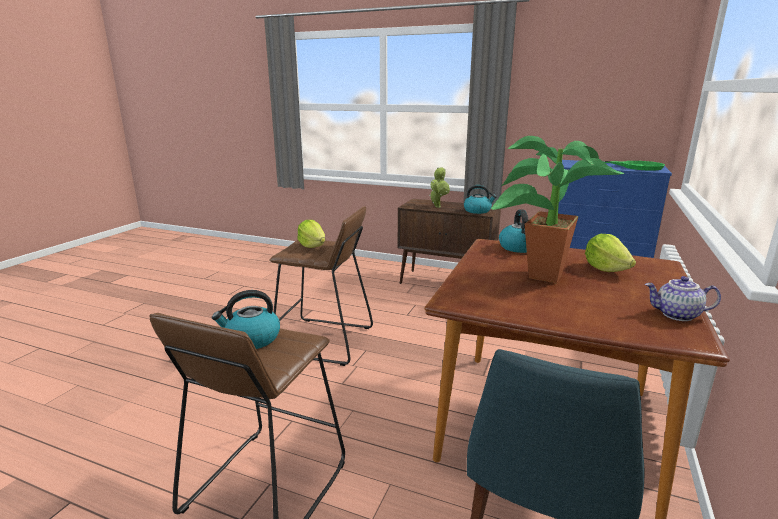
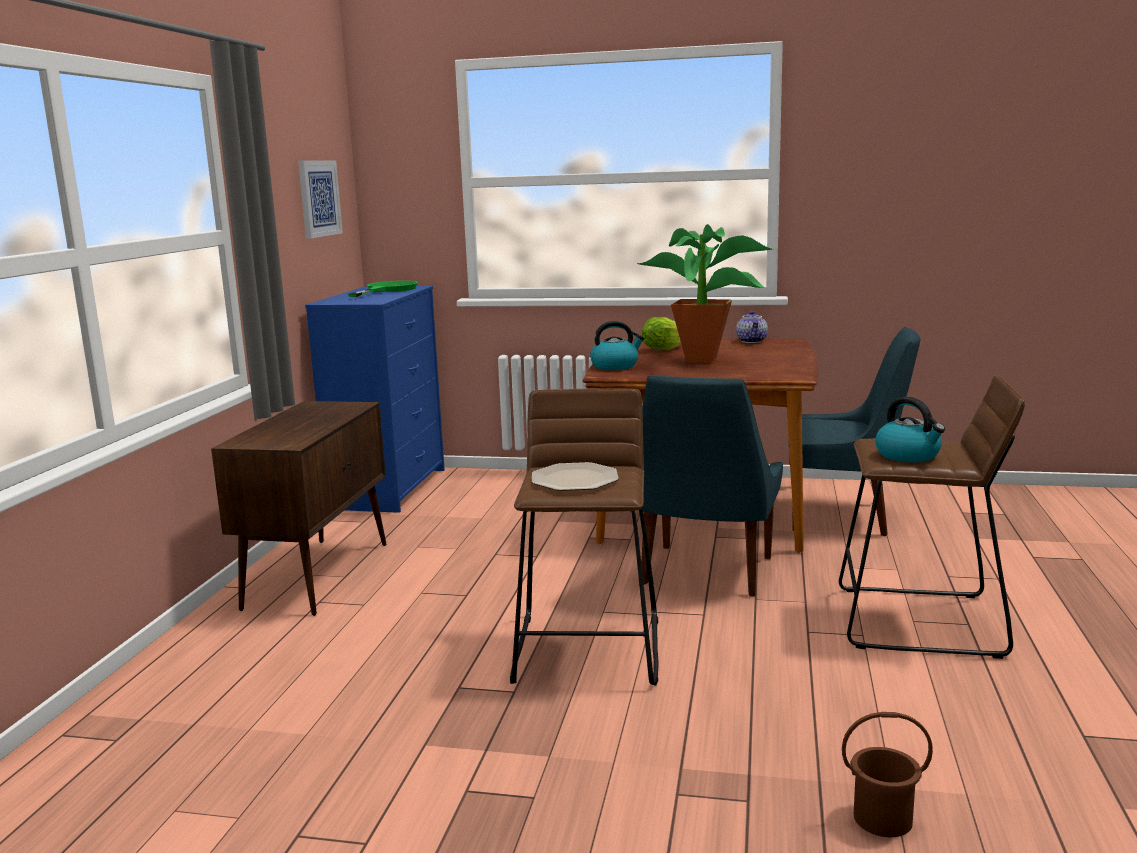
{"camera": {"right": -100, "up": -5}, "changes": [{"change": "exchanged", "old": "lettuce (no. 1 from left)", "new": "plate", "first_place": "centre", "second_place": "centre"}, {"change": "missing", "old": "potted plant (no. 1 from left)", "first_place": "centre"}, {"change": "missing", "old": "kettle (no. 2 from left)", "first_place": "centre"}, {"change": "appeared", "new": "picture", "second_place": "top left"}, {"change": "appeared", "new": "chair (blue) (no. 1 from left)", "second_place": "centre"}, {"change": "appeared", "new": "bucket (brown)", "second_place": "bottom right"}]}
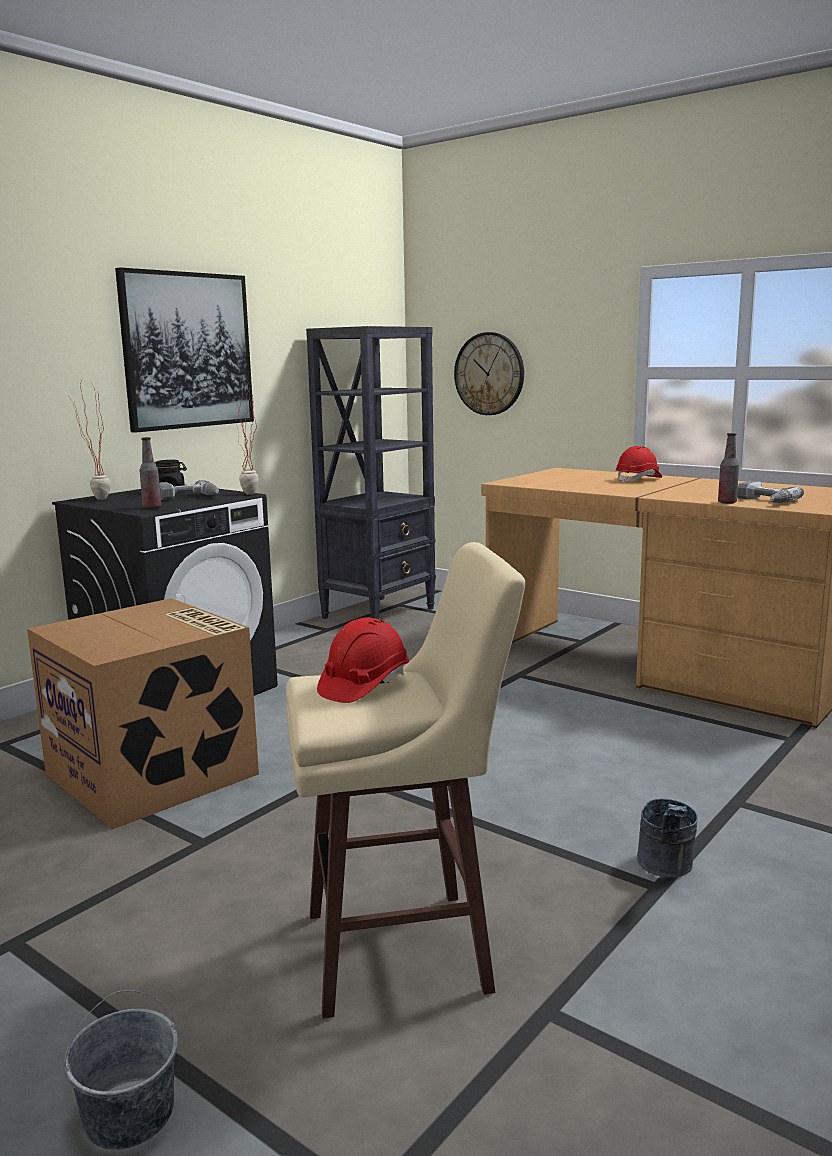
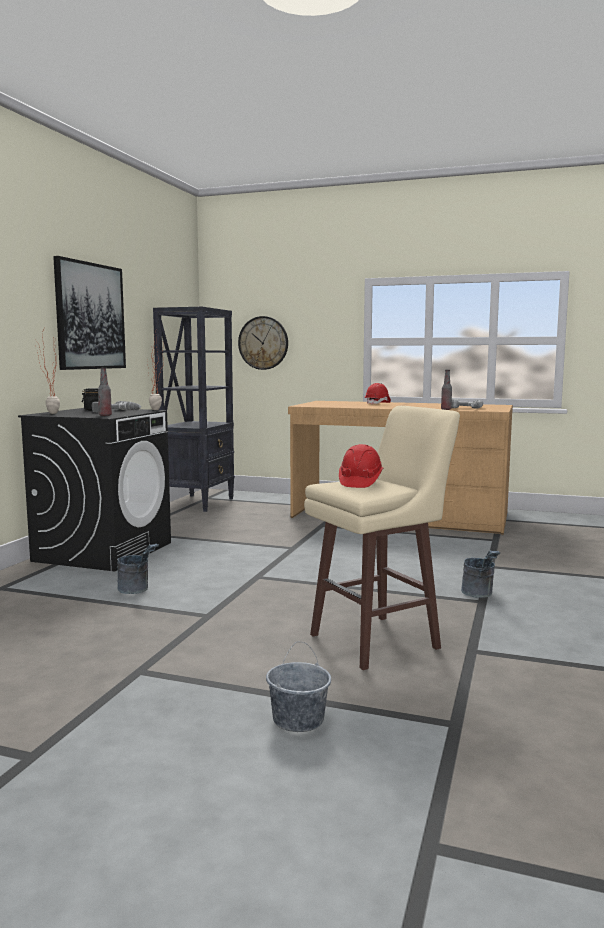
{"camera": {"right": -20, "up": -5}, "changes": [{"change": "exchanged", "old": "cardboard box", "new": "bucket (grey) (no. 1 from left)", "first_place": "middle left", "second_place": "middle left"}]}
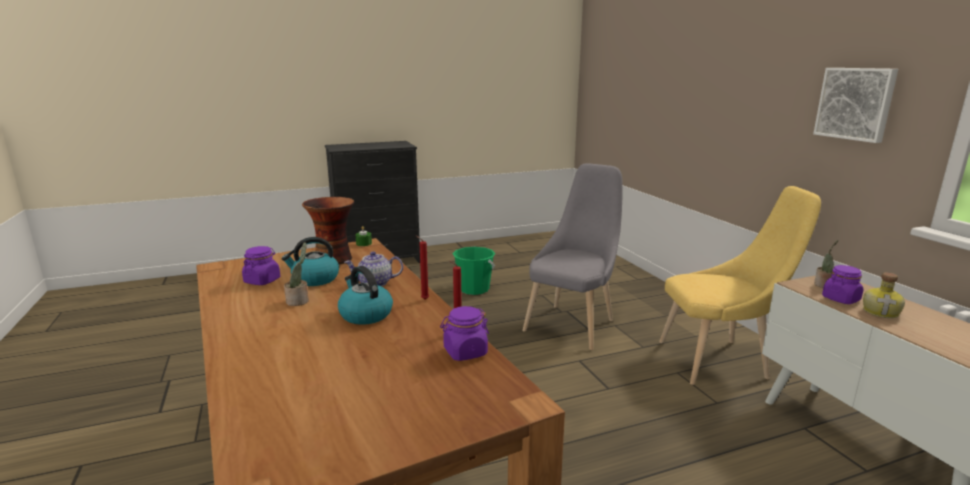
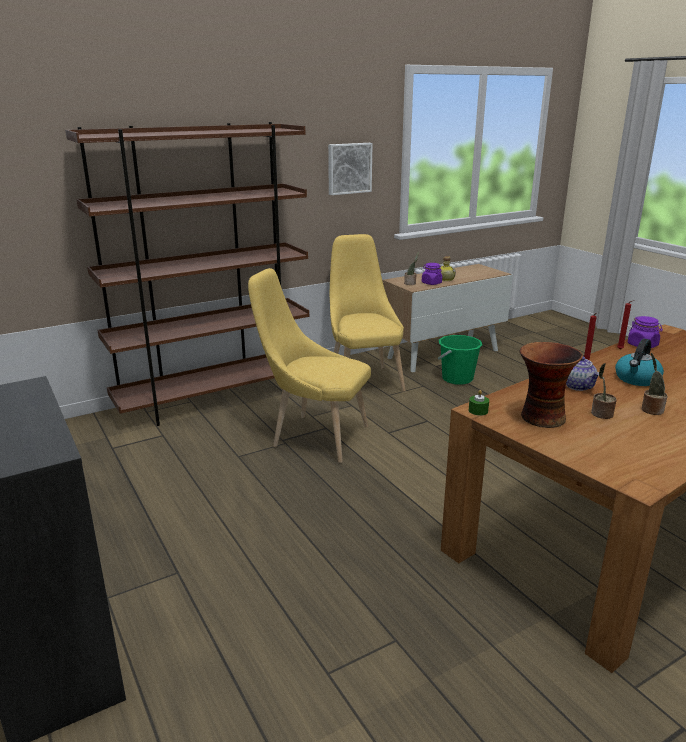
{"camera": {"right": -100, "up": 5}, "changes": [{"change": "missing", "old": "jar (purple) (no. 1 from left)", "first_place": "middle left"}, {"change": "exchanged", "old": "kettle (no. 1 from left)", "new": "potted plant (no. 2 from left)", "first_place": "middle left", "second_place": "middle right"}, {"change": "relocated", "old": "bucket (green)", "first_place": "centre", "second_place": "middle right"}, {"change": "colour", "old": "chair (grey)", "new": "chair (yellow) (no. 1 from left)", "first_place": "centre", "second_place": "centre"}, {"change": "appeared", "new": "bookcase (brown)", "second_place": "middle left"}]}
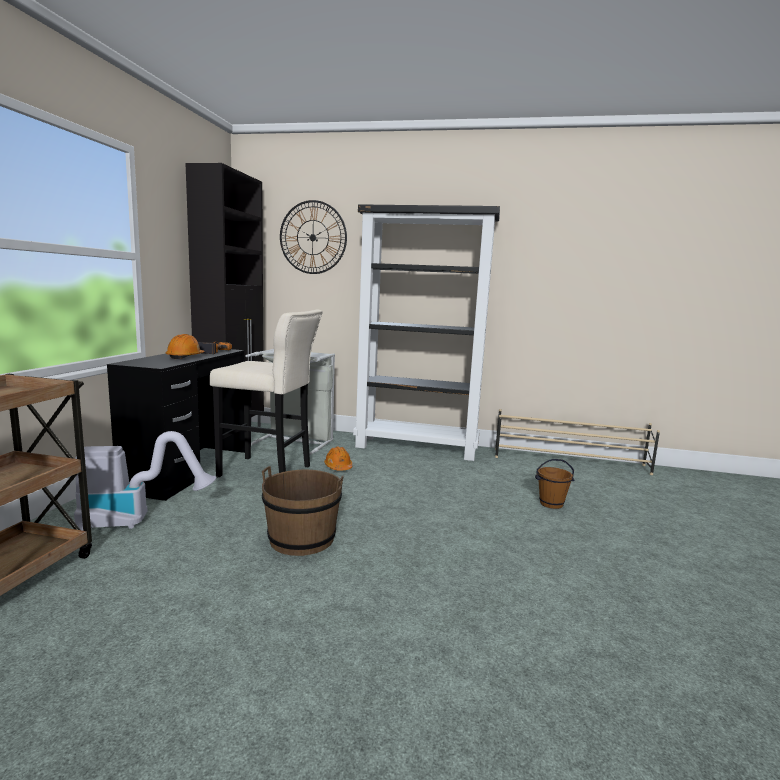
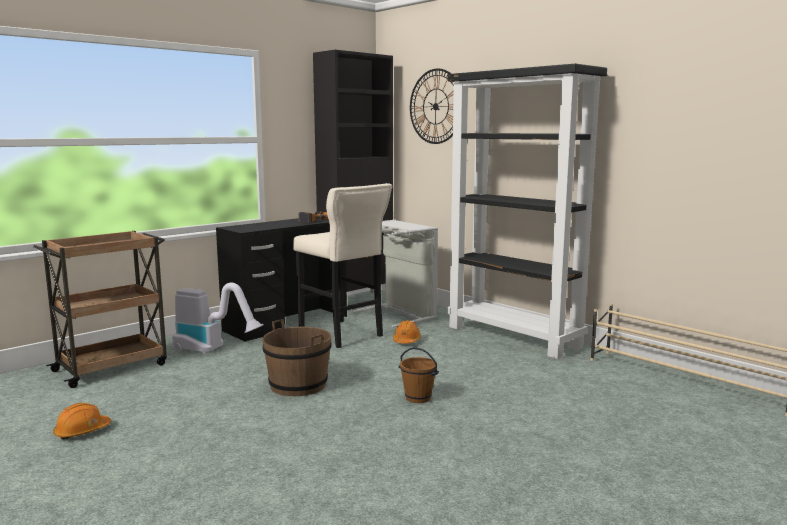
{"camera": {"right": 35, "up": 0}, "changes": [{"change": "relocated", "old": "hard hat (orange) (no. 1 from left)", "first_place": "middle left", "second_place": "bottom left"}, {"change": "relocated", "old": "bucket (brown) (no. 2 from left)", "first_place": "middle right", "second_place": "bottom centre"}]}
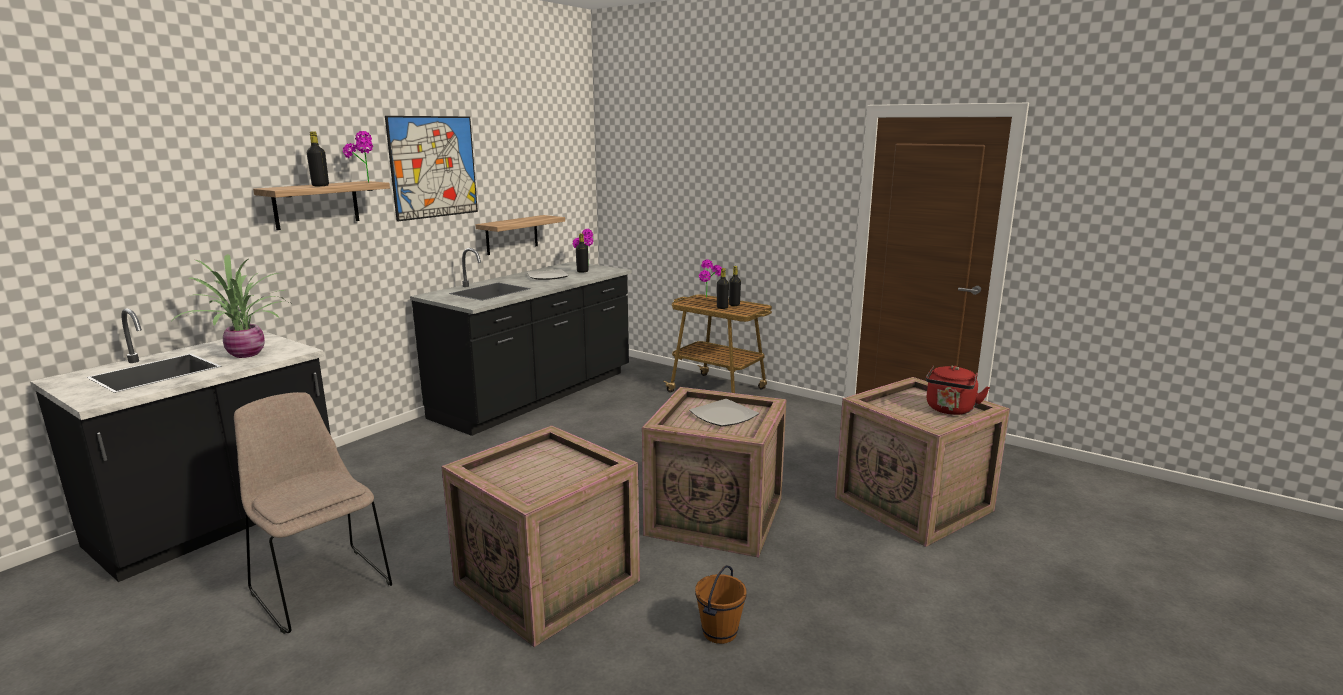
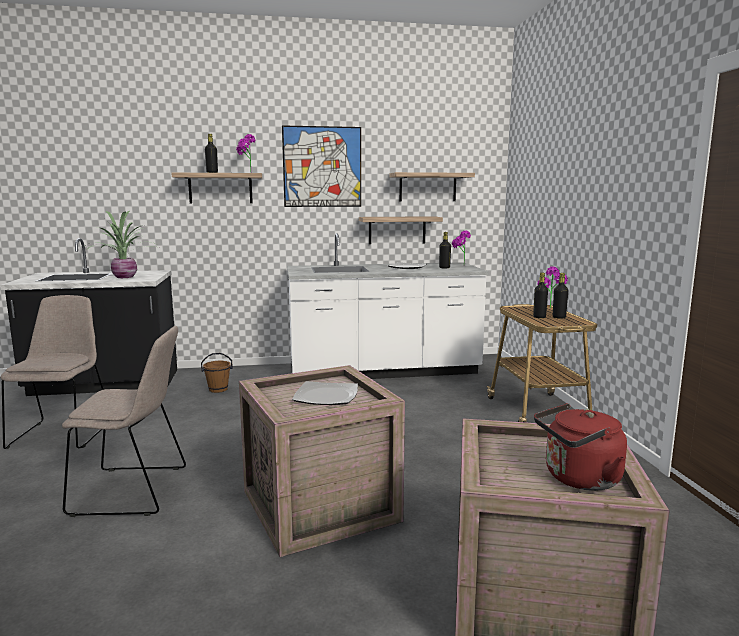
{"camera": {"right": 45, "up": -5}, "changes": [{"change": "colour", "old": "counter (black) (no. 2 from left)", "new": "counter (white)", "first_place": "centre", "second_place": "centre"}, {"change": "exchanged", "old": "crate (no. 1 from left)", "new": "chair (beige) (no. 2 from left)", "first_place": "bottom centre", "second_place": "middle left"}, {"change": "relocated", "old": "bucket (brown)", "first_place": "bottom centre", "second_place": "middle left"}, {"change": "appeared", "new": "shelf (no. 3 from left)", "second_place": "top centre"}]}
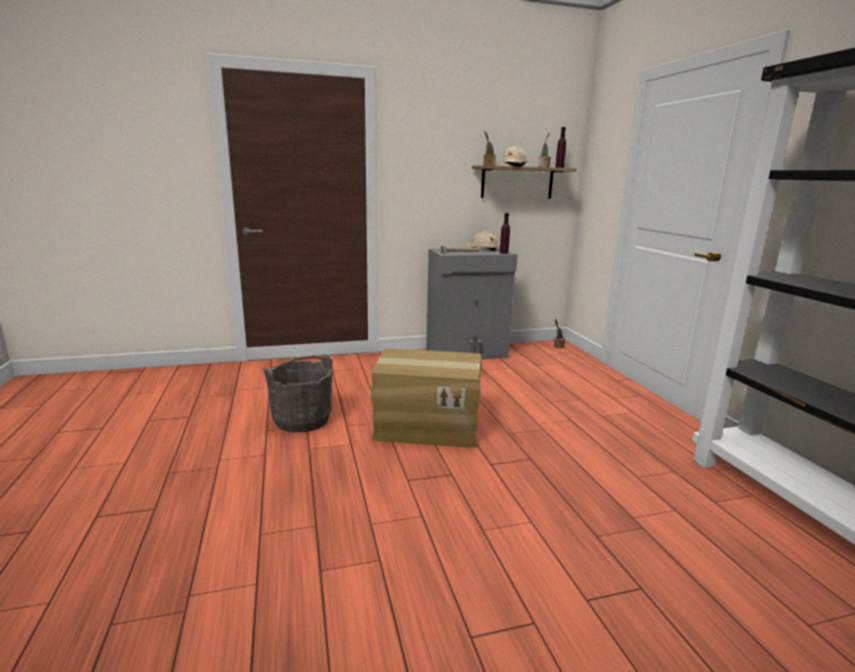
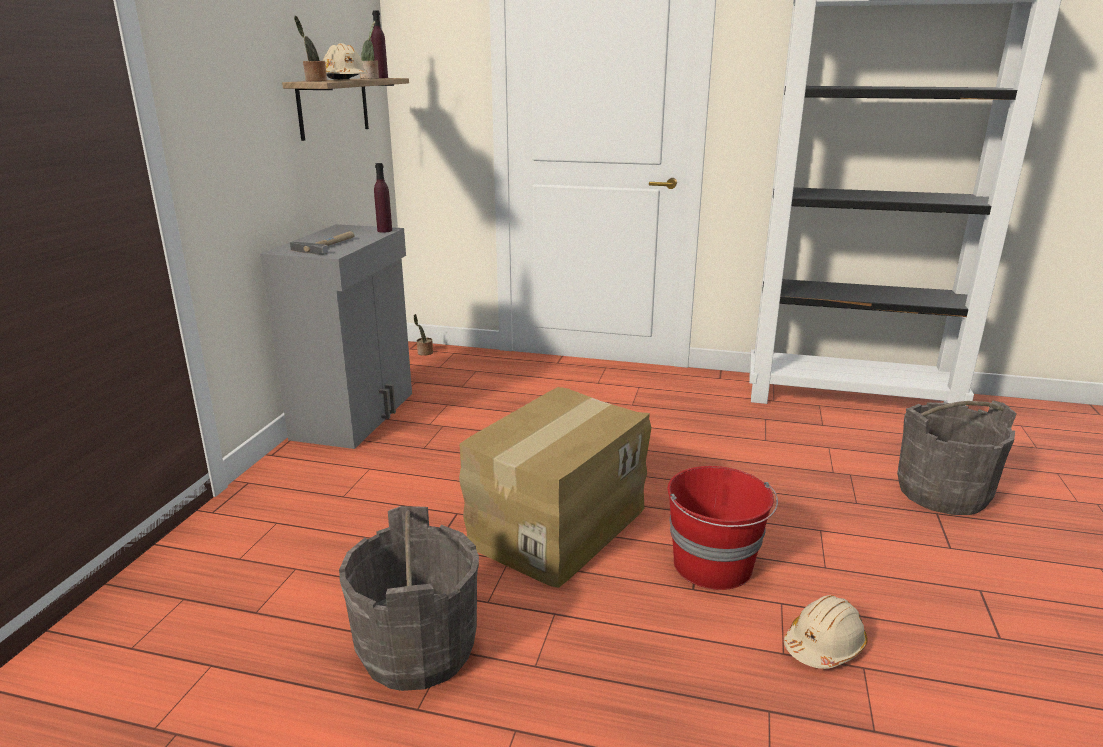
{"camera": {"right": -60, "up": 5}, "changes": [{"change": "relocated", "old": "hard hat (beige) (no. 1 from left in the first image)", "new": "hard hat (beige) (no. 2 from left)", "first_place": "centre", "second_place": "bottom right"}, {"change": "appeared", "new": "bucket (red)", "second_place": "bottom centre"}, {"change": "appeared", "new": "bucket (grey) (no. 2 from left)", "second_place": "middle right"}]}
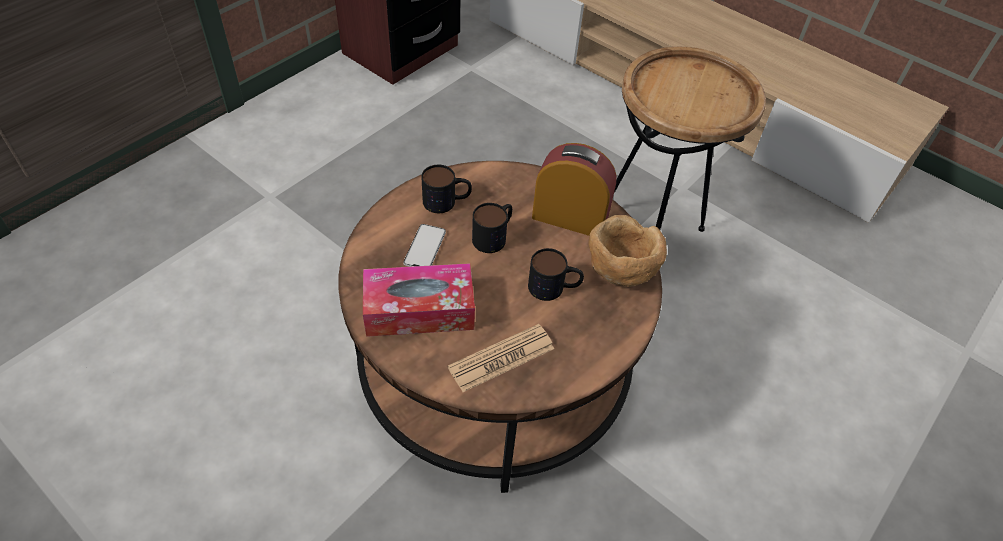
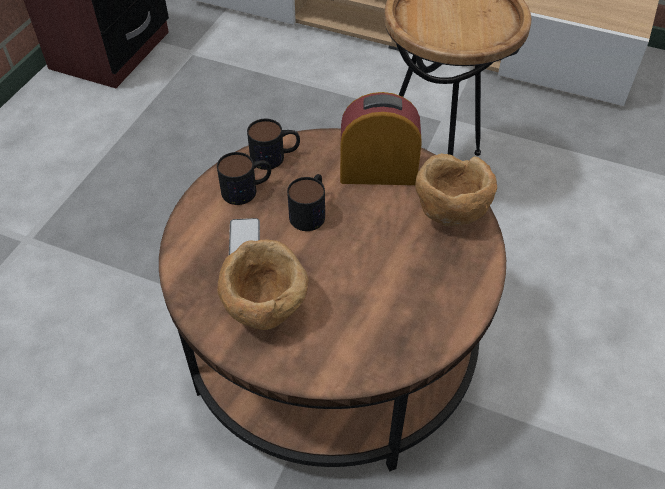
{"camera": {"right": -15, "up": 0}, "changes": [{"change": "exchanged", "old": "tissue box", "new": "bowl (brown) (no. 1 from left)", "first_place": "centre", "second_place": "centre"}, {"change": "missing", "old": "newspaper", "first_place": "centre"}, {"change": "relocated", "old": "mug (no. 3 from left in the first image)", "new": "mug (no. 2 from left)", "first_place": "centre", "second_place": "top centre"}]}
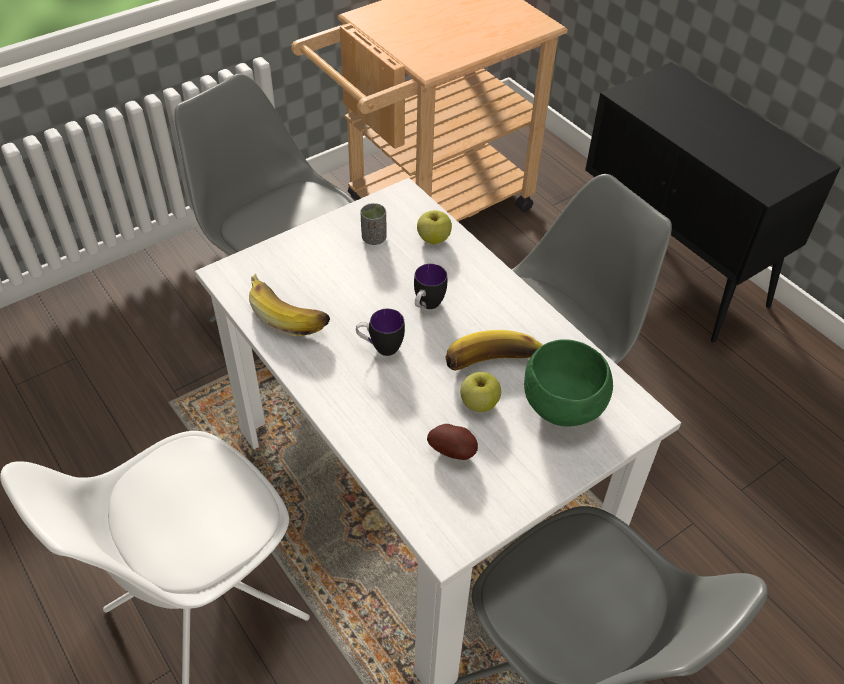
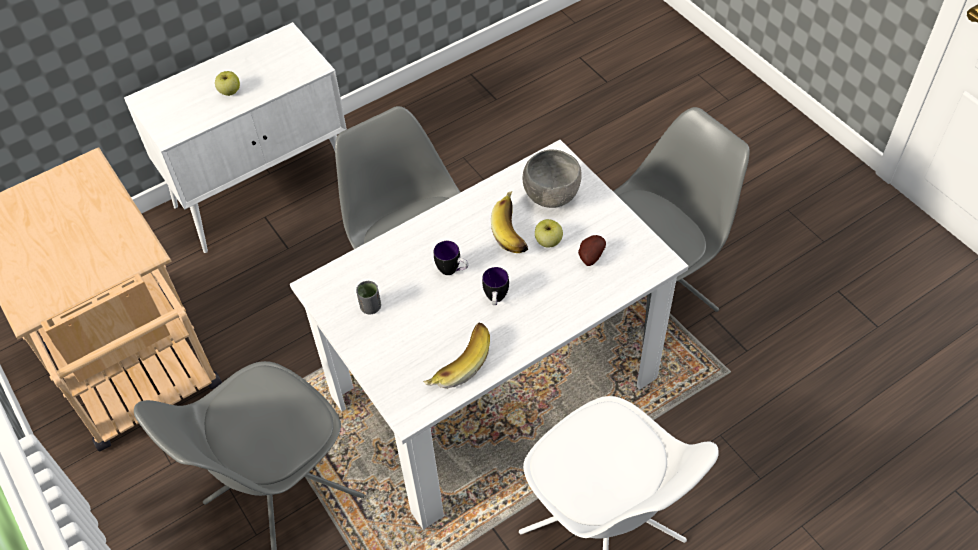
{"camera": {"right": -85, "up": 5}, "changes": [{"change": "relocated", "old": "apple (no. 1 from left)", "first_place": "top centre", "second_place": "top left"}, {"change": "colour", "old": "bowl (green)", "new": "bowl (grey)", "first_place": "middle right", "second_place": "top centre"}, {"change": "colour", "old": "cabinet (black)", "new": "cabinet (white)", "first_place": "top right", "second_place": "top left"}]}
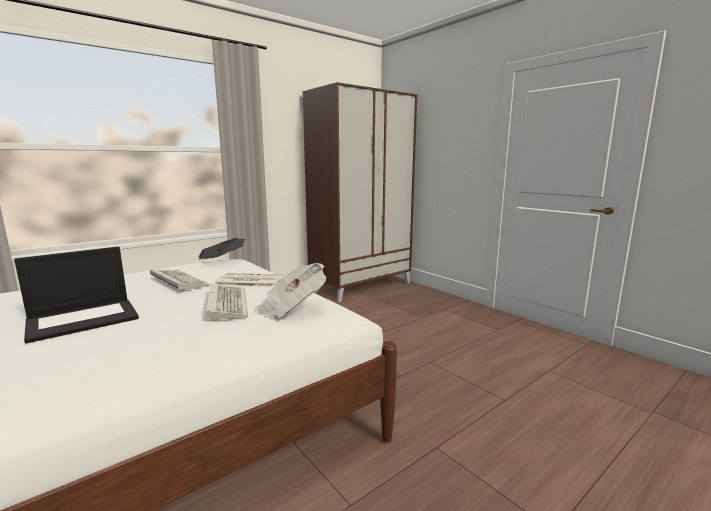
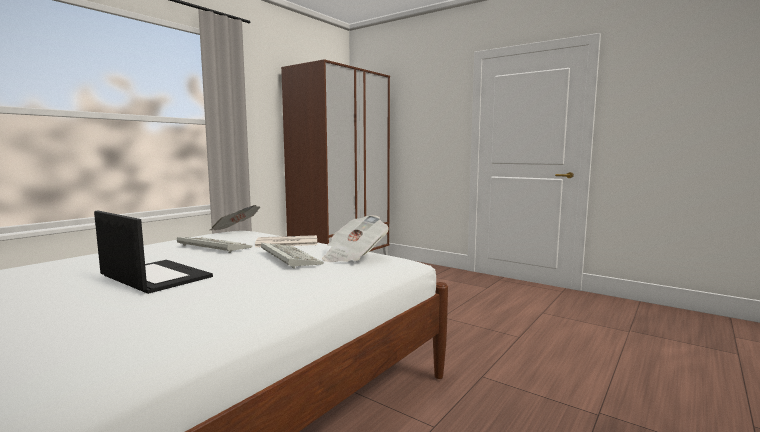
{"camera": {"right": -15, "up": -5}, "changes": [{"change": "spun", "old": "laptop", "first_place": "middle left", "second_place": "middle left", "degrees": -90}]}
